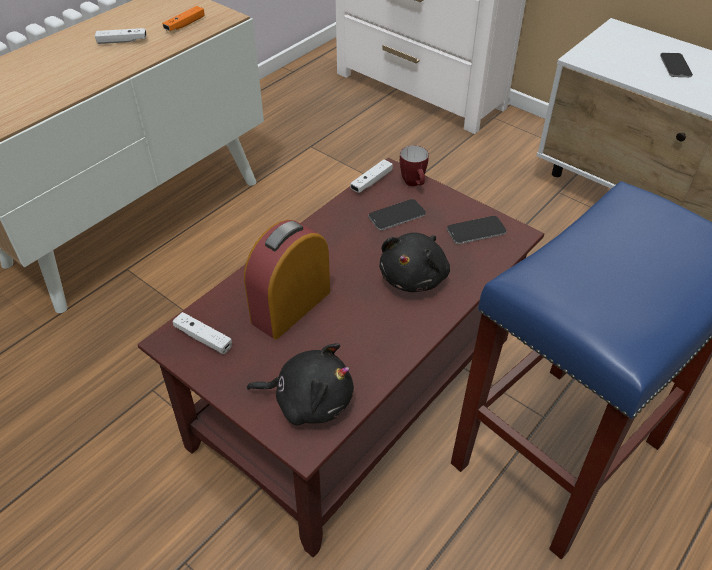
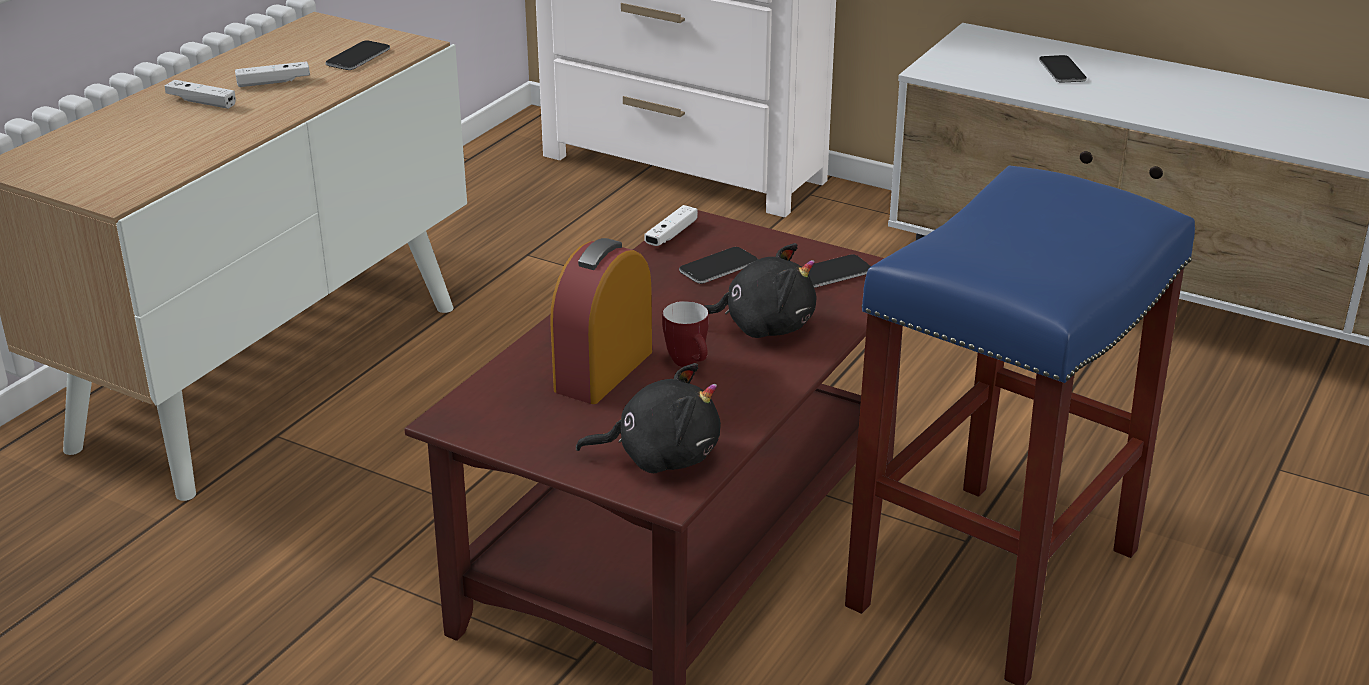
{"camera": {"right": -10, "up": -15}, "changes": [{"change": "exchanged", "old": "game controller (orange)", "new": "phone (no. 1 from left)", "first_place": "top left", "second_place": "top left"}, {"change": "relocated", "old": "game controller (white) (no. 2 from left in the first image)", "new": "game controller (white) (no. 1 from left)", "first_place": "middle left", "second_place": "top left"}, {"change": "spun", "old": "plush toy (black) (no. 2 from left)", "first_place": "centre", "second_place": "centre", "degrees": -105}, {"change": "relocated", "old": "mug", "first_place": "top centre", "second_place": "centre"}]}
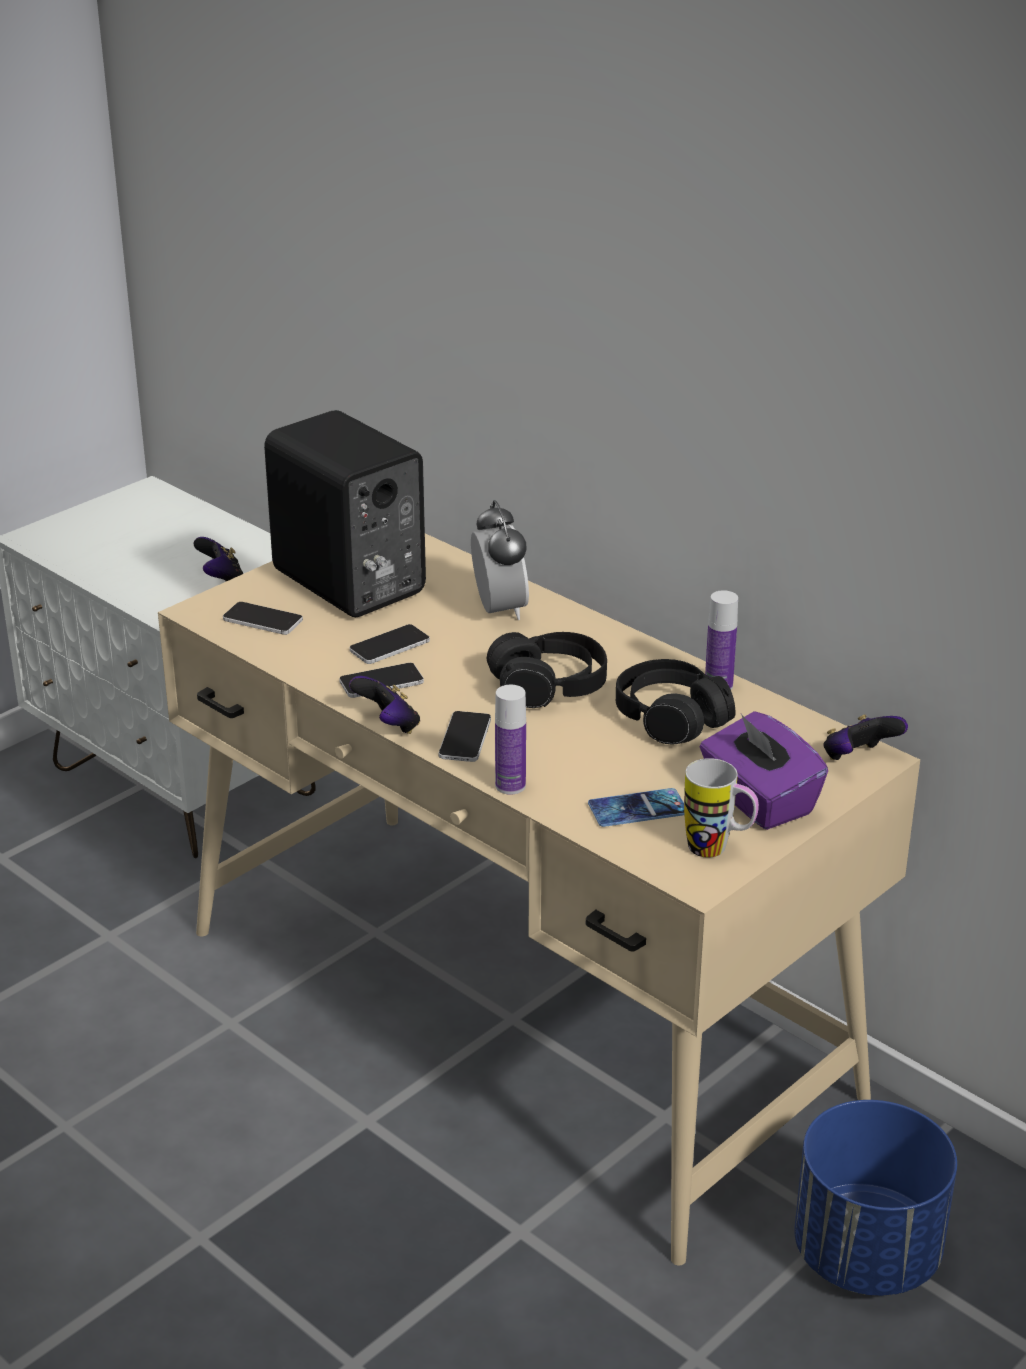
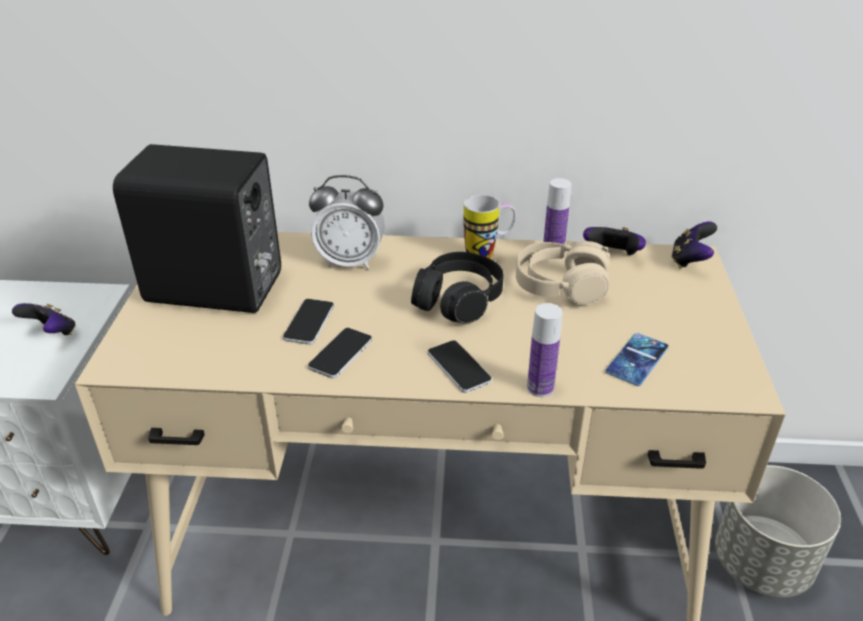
{"camera": {"right": -40, "up": 5}, "changes": [{"change": "missing", "old": "phone (no. 1 from left)", "first_place": "middle left"}, {"change": "relocated", "old": "game controller (no. 2 from left)", "first_place": "centre", "second_place": "middle right"}, {"change": "spun", "old": "alarm clock", "first_place": "centre", "second_place": "centre", "degrees": 150}, {"change": "colour", "old": "headphones (black) (no. 2 from left)", "new": "headphones (beige)", "first_place": "centre", "second_place": "centre"}, {"change": "relocated", "old": "mug", "first_place": "middle right", "second_place": "centre"}, {"change": "missing", "old": "tissue box (purple)", "first_place": "middle right"}, {"change": "colour", "old": "planter (blue)", "new": "planter (grey)", "first_place": "bottom right", "second_place": "bottom right"}]}
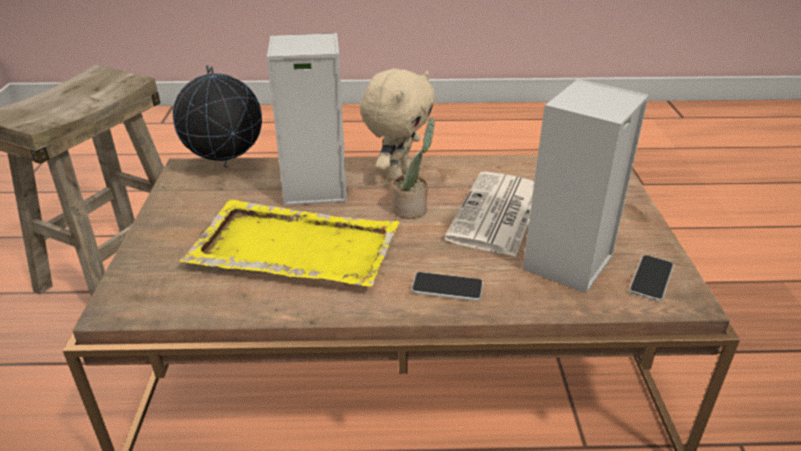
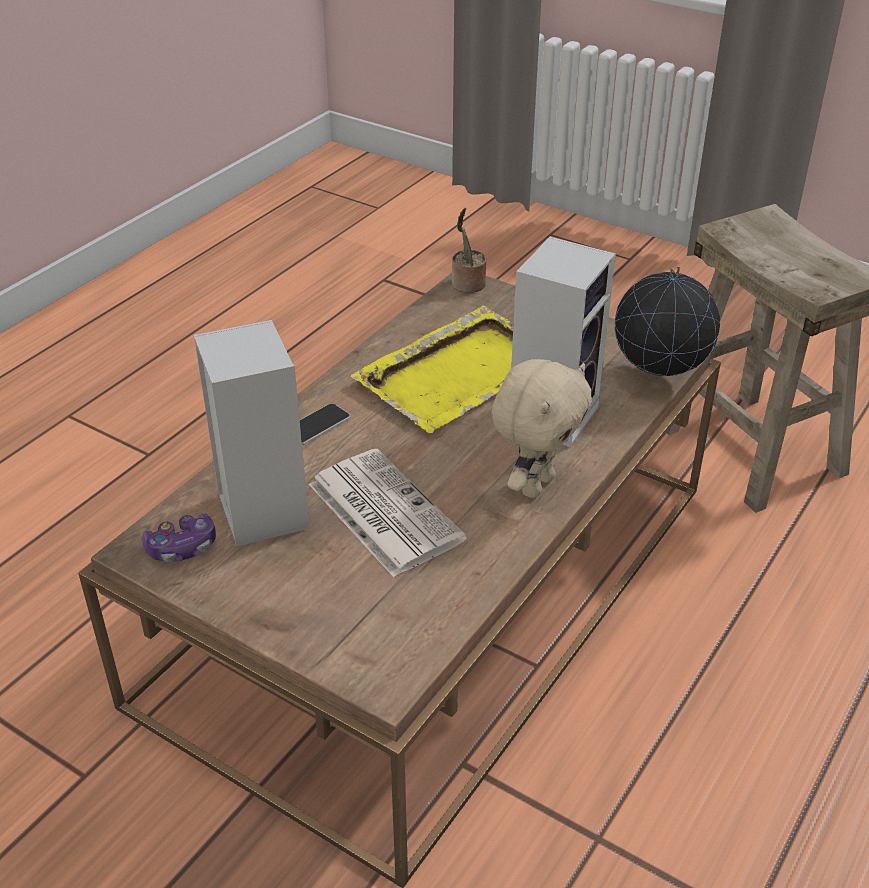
{"camera": {"right": 125, "up": 5}, "changes": [{"change": "spun", "old": "plush toy (beige)", "first_place": "top centre", "second_place": "centre", "degrees": -120}, {"change": "relocated", "old": "potted plant", "first_place": "centre", "second_place": "top centre"}, {"change": "exchanged", "old": "phone (no. 2 from left)", "new": "game controller", "first_place": "middle right", "second_place": "middle left"}]}
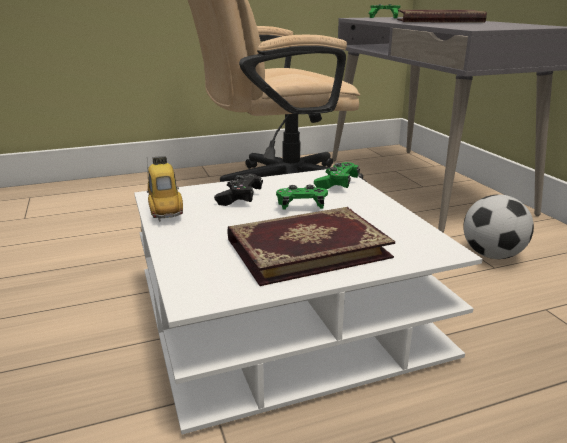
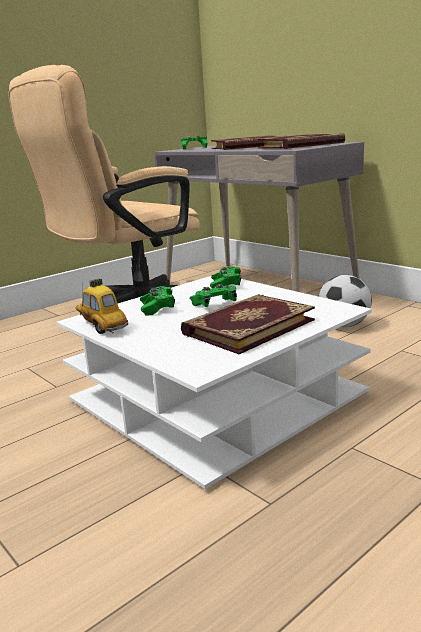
{"camera": {"right": -20, "up": -5}, "changes": [{"change": "colour", "old": "game controller (black)", "new": "game controller (green) (no. 1 from left)", "first_place": "centre", "second_place": "centre"}, {"change": "appeared", "new": "book (no. 3 from left)", "second_place": "top right"}]}
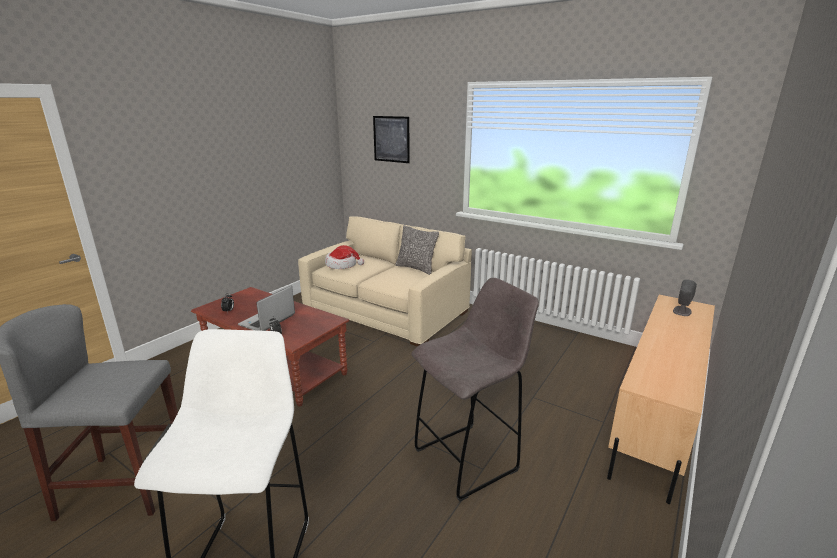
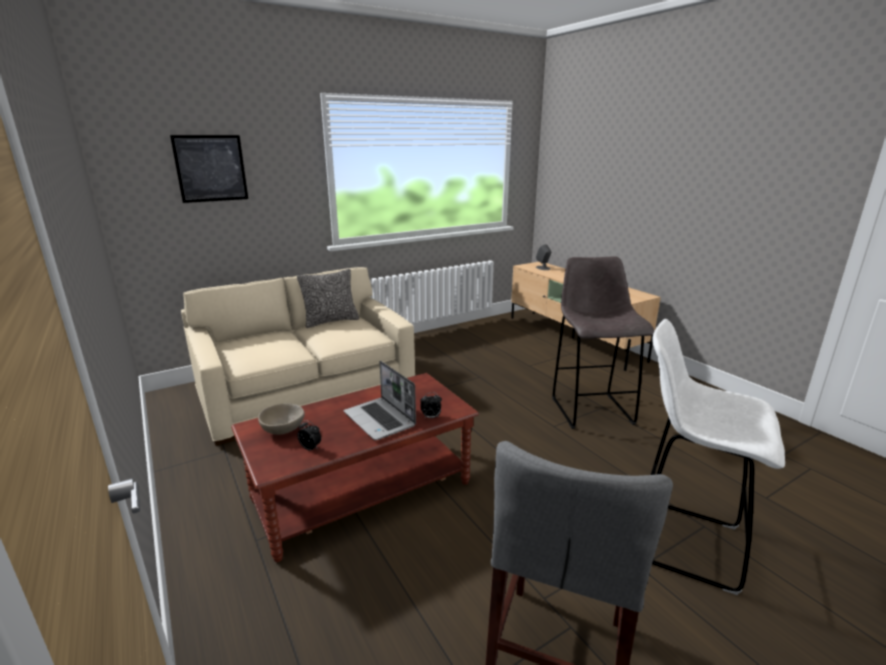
{"camera": {"right": -65, "up": 0}, "changes": [{"change": "missing", "old": "hat", "first_place": "centre"}, {"change": "appeared", "new": "bowl (beige)", "second_place": "middle left"}]}
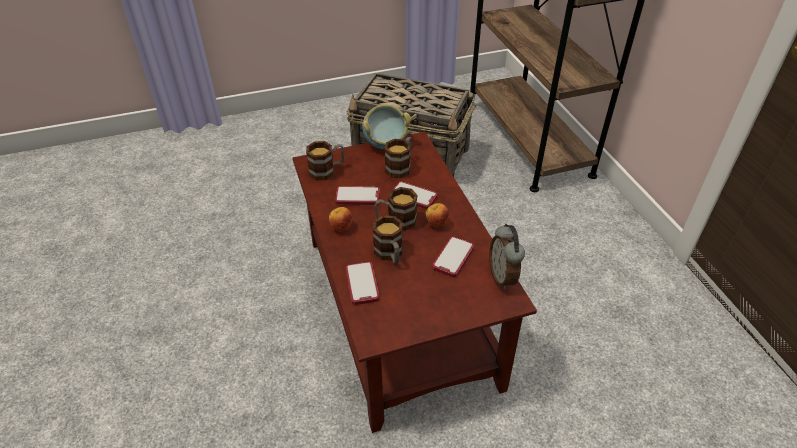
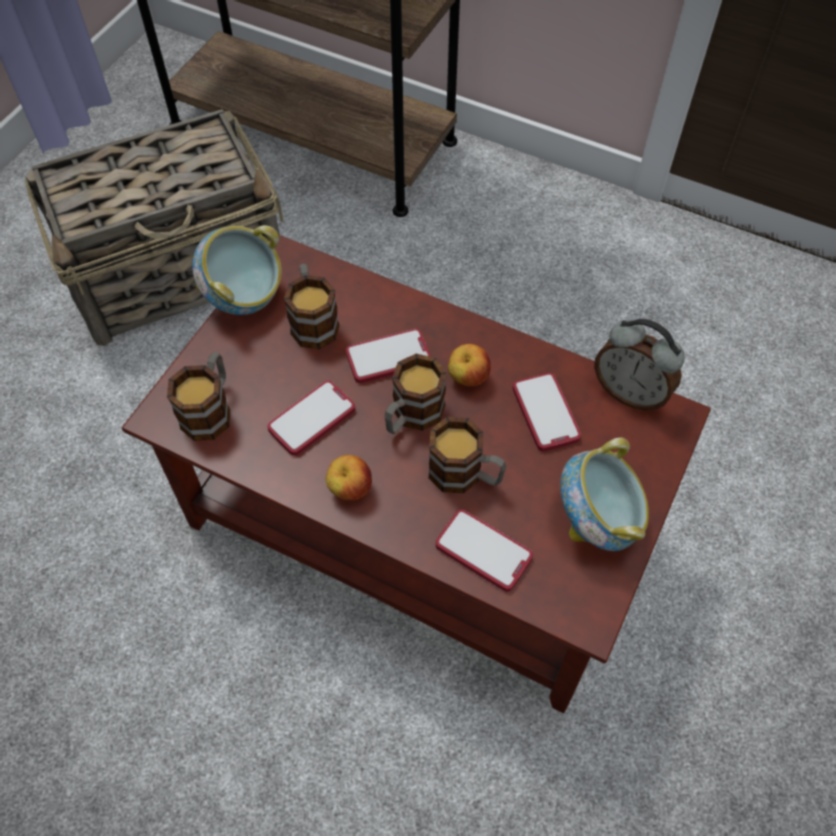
{"camera": {"right": -45, "up": 15}, "changes": [{"change": "appeared", "new": "bowl (no. 2 from left)", "second_place": "middle right"}]}
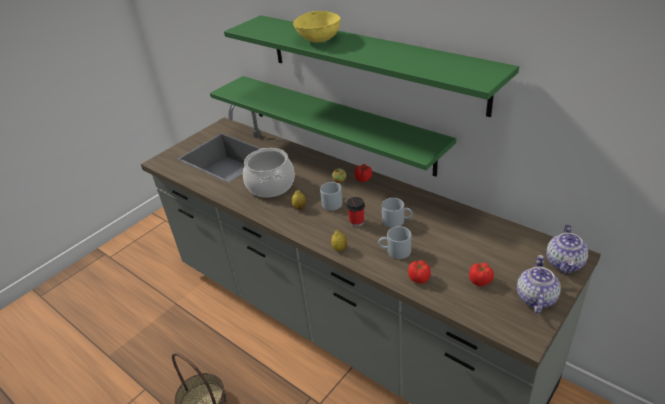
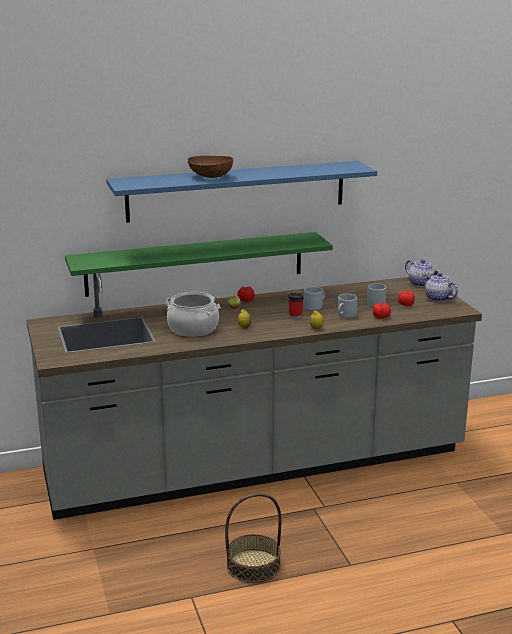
{"camera": {"right": -60, "up": -15}, "changes": [{"change": "colour", "old": "shelf (green) (no. 2 from left)", "new": "shelf (blue)", "first_place": "top centre", "second_place": "top centre"}, {"change": "colour", "old": "bowl (yellow)", "new": "bowl (brown)", "first_place": "top centre", "second_place": "top centre"}, {"change": "relocated", "old": "mug (grey) (no. 1 from left in the first image)", "new": "mug (grey) (no. 3 from left)", "first_place": "centre", "second_place": "middle right"}]}
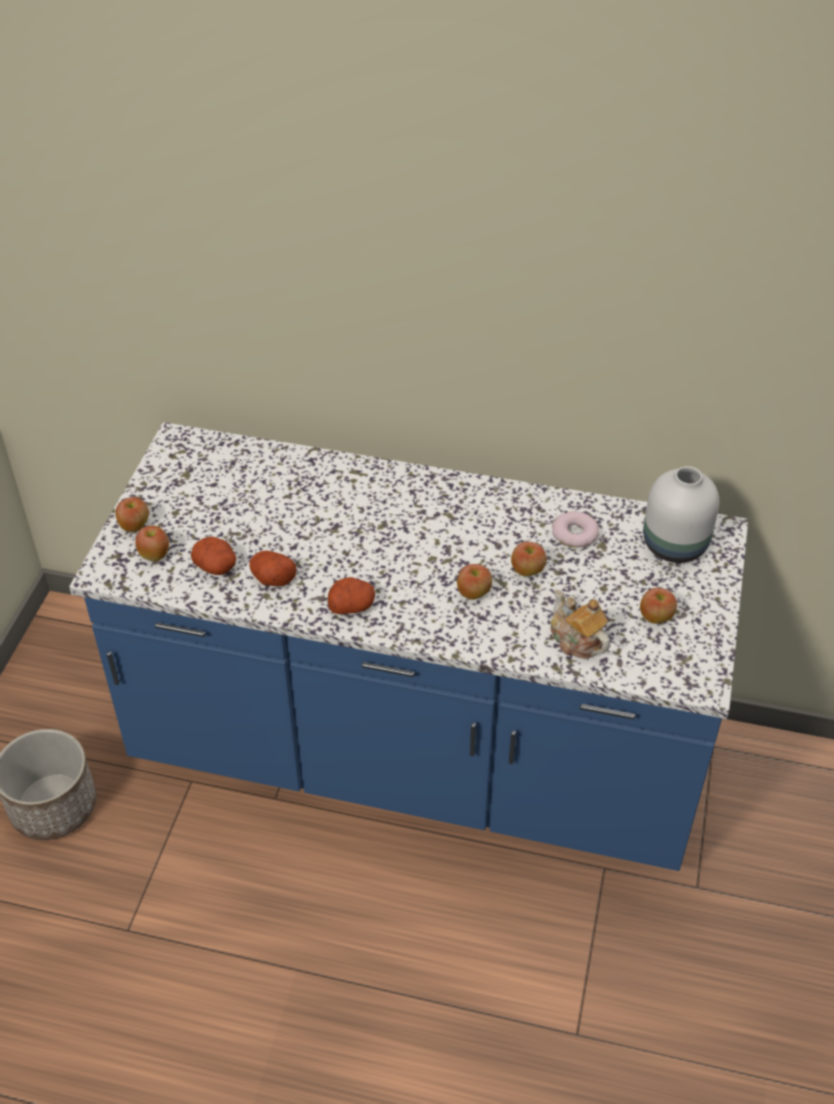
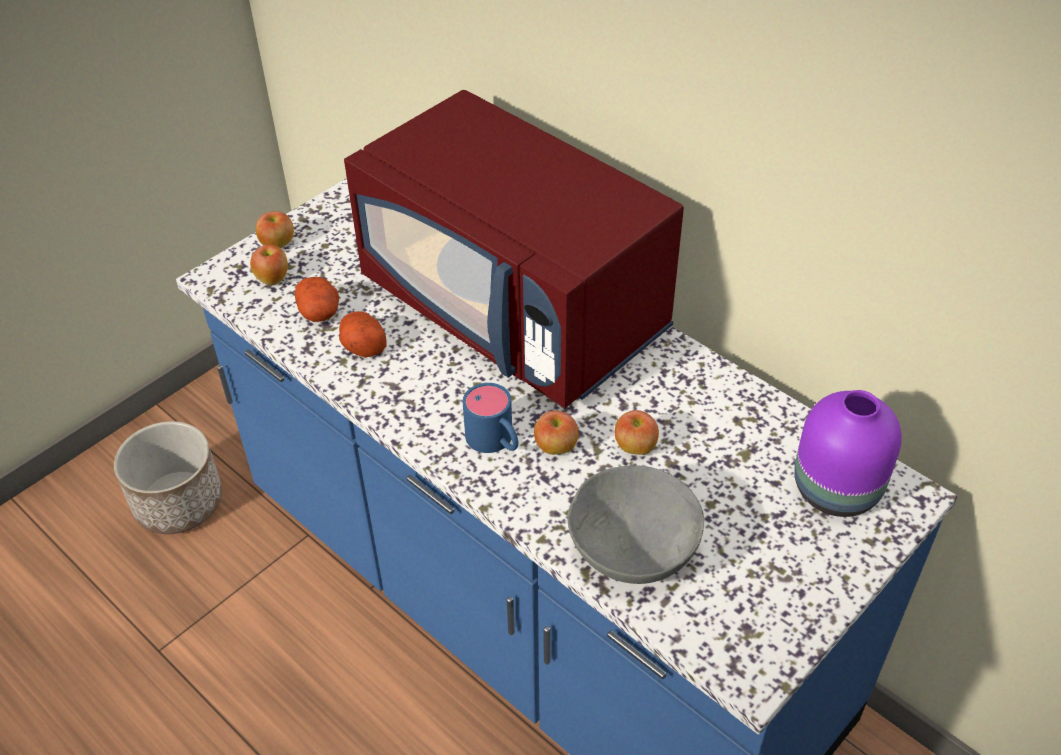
{"camera": {"right": 30, "up": 0}, "changes": [{"change": "missing", "old": "potato (no. 3 from left)", "first_place": "centre"}, {"change": "exchanged", "old": "teapot", "new": "bowl (grey)", "first_place": "middle right", "second_place": "bottom centre"}, {"change": "missing", "old": "donut", "first_place": "middle right"}, {"change": "missing", "old": "apple (no. 5 from left)", "first_place": "middle right"}, {"change": "colour", "old": "vase (white)", "new": "vase (purple)", "first_place": "middle right", "second_place": "middle right"}, {"change": "appeared", "new": "microwave (red)", "second_place": "top centre"}, {"change": "appeared", "new": "mug (blue)", "second_place": "centre"}]}
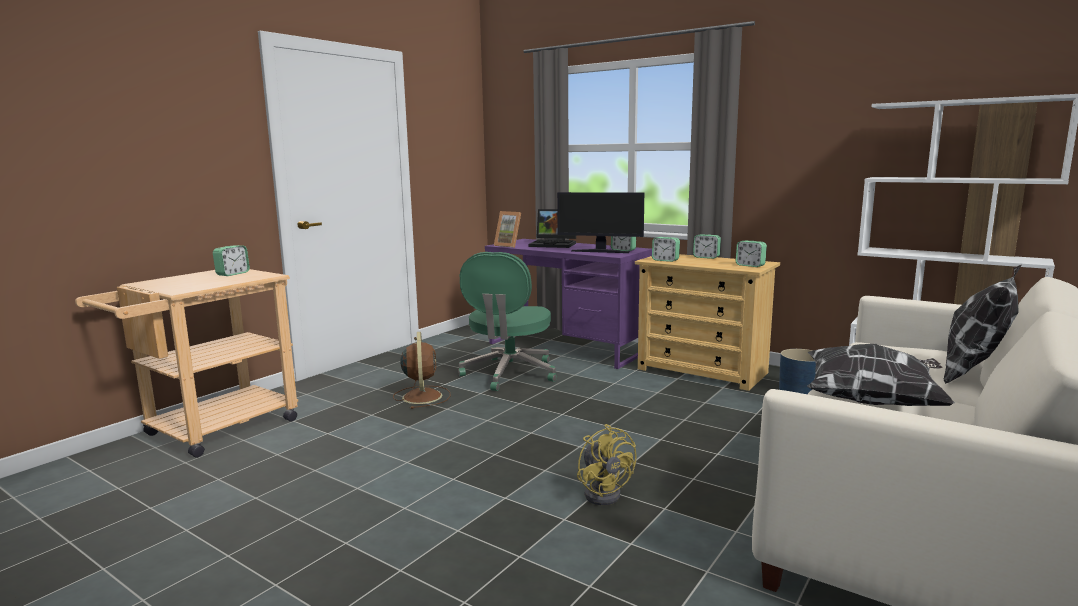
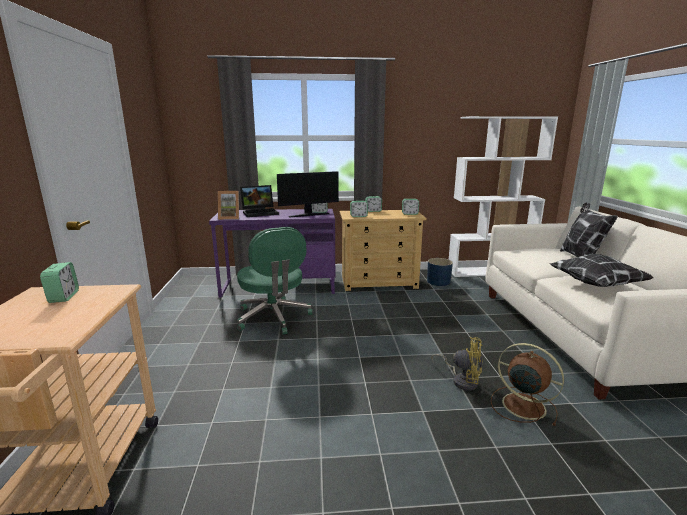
{"camera": {"right": -40, "up": 5}, "changes": [{"change": "relocated", "old": "fan (brown)", "first_place": "centre", "second_place": "bottom right"}]}
